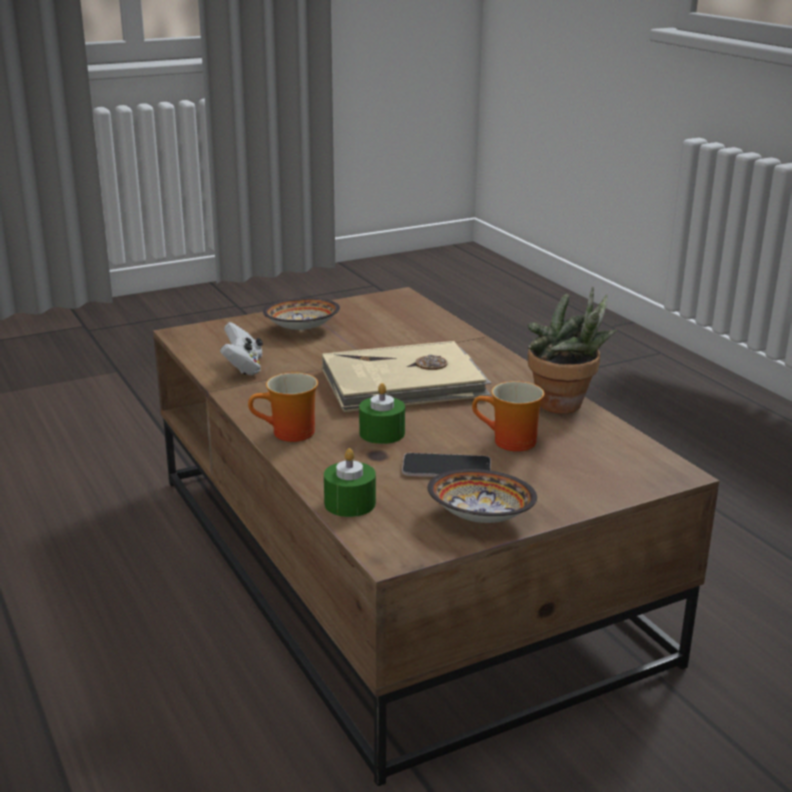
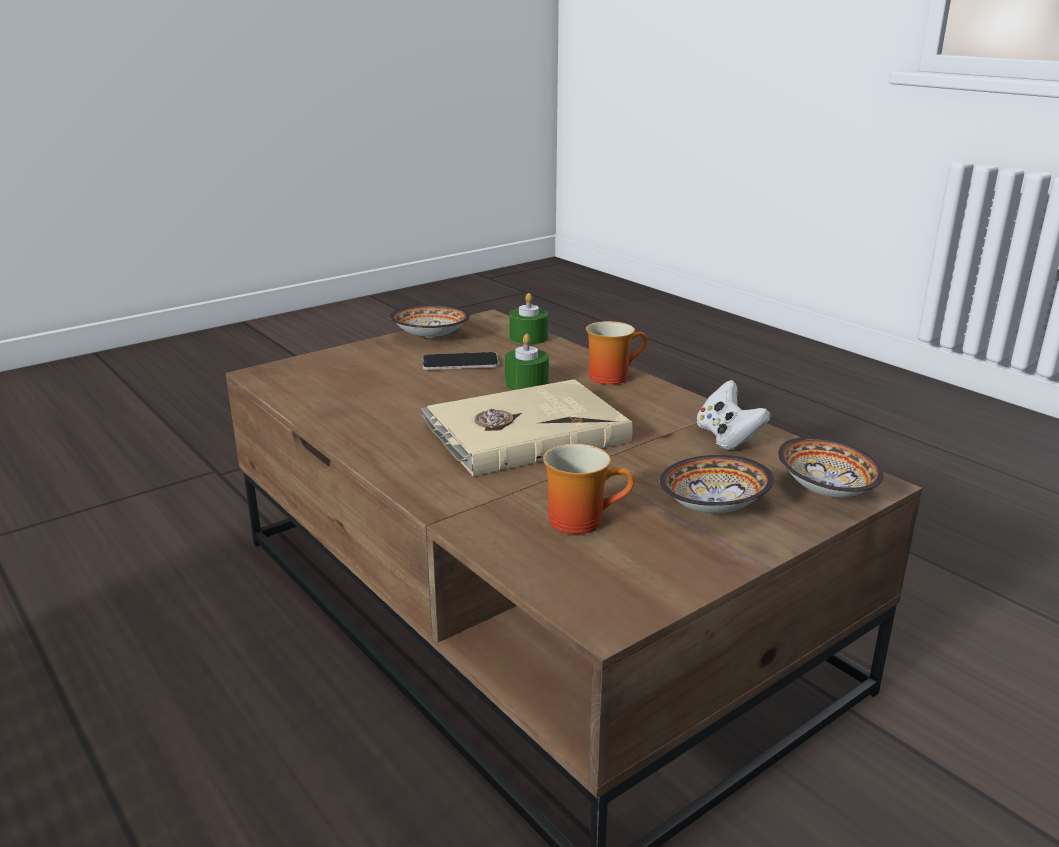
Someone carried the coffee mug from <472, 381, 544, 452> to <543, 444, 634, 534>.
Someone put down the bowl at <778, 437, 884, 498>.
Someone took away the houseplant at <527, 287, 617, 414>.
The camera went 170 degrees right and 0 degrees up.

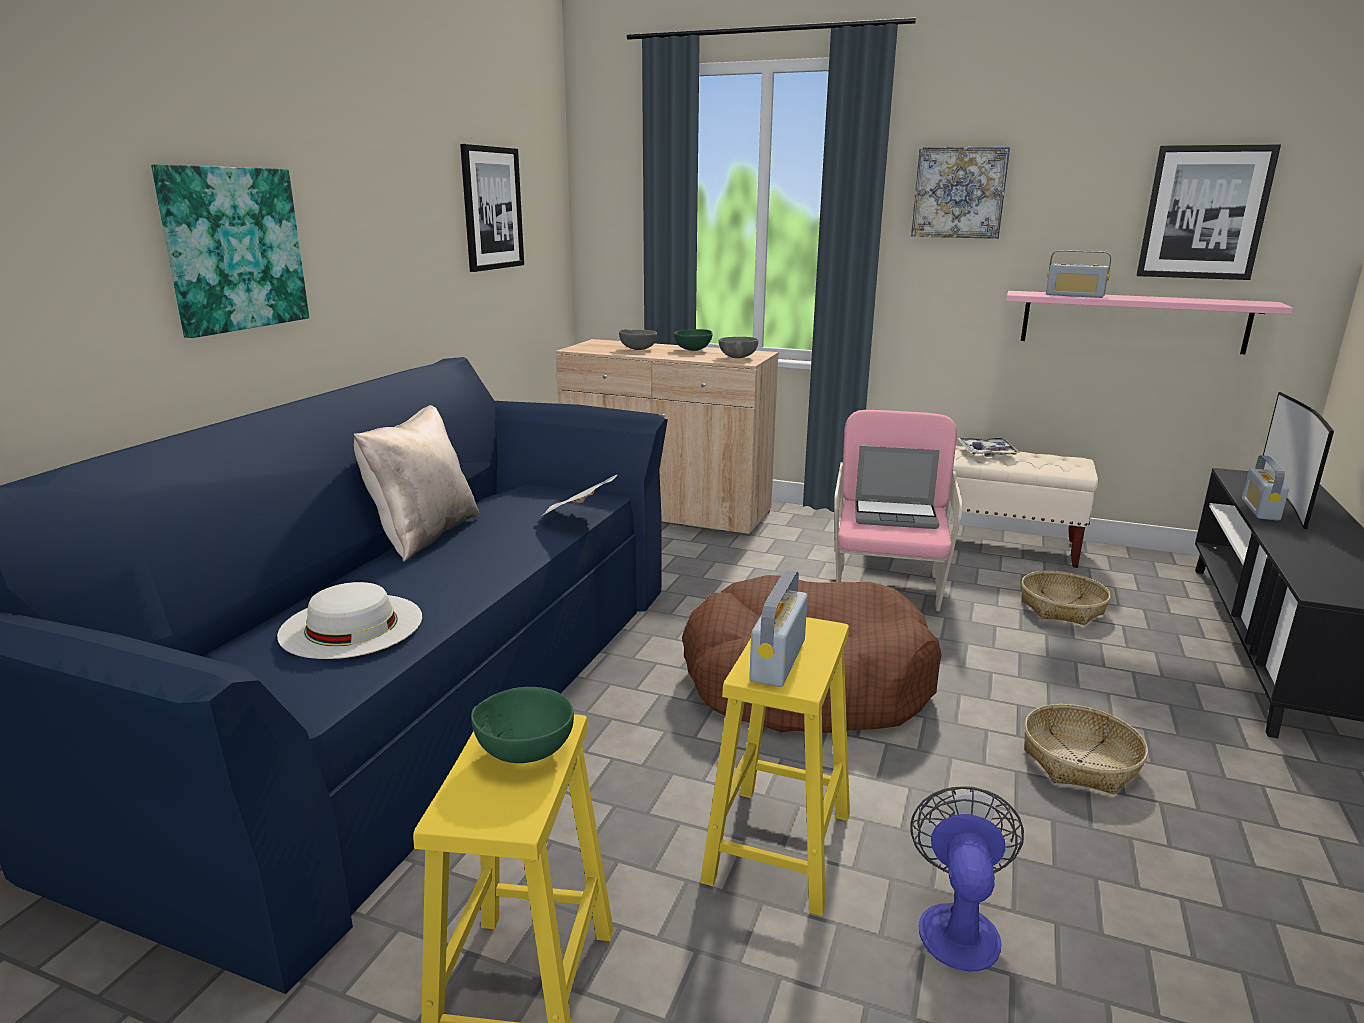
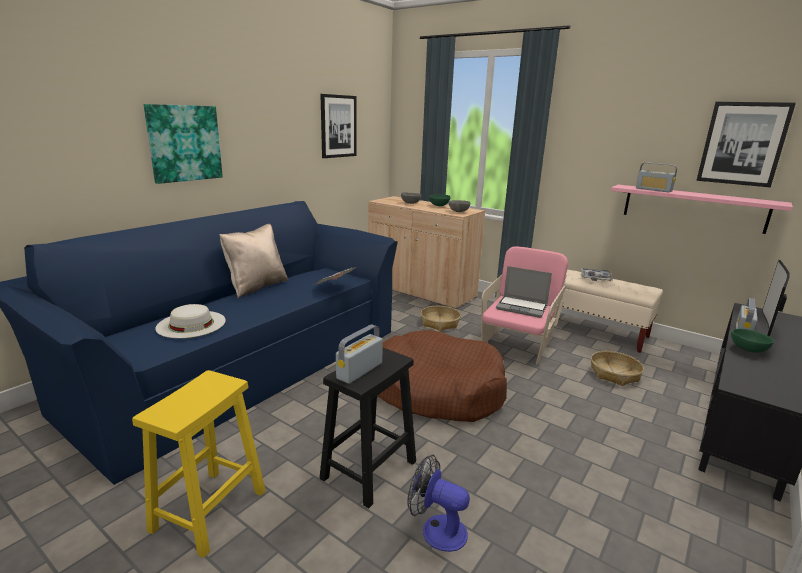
Someone repainted the stool seat (yellow) at <700, 617, 850, 916>, which became the stool seat (black-coloured) at <319, 348, 416, 508>.
Someone rotated the fan at <910, 786, 1024, 971> by 90 degrees counterclockwise.
Someone carried the storage basket from <1024, 704, 1148, 794> to <420, 306, 461, 331>.
Someone carried the bowl (green-coloured) from <471, 687, 574, 763> to <731, 329, 774, 352>.
Someone took away the wall art at <911, 146, 1010, 239>.
The camera went 15 degrees right and 0 degrees up.

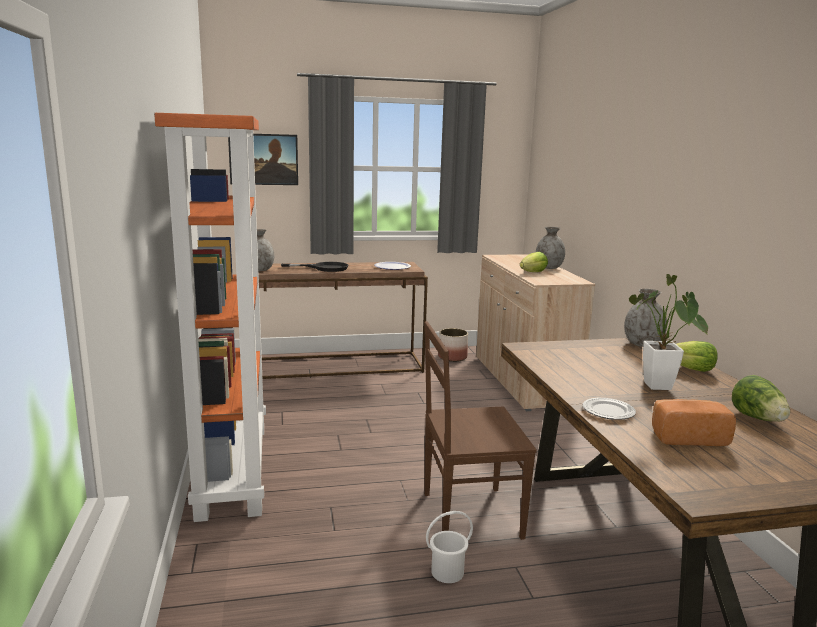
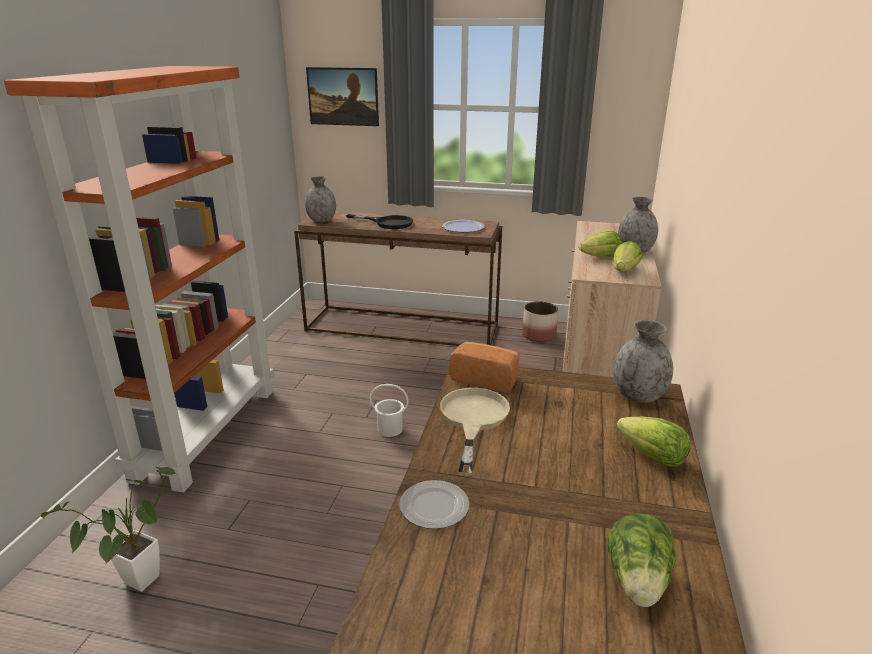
Someone carried the houseplant from <629, 274, 708, 390> to <41, 467, 176, 592>.
Someone carried the bucket (white-coloured) from <426, 511, 473, 583> to <370, 384, 408, 437>.
Someone put down the pan (beige-coloured) at <440, 388, 510, 476>.
Someone carried the bakery bread from <652, 399, 736, 446> to <449, 342, 520, 393>.
Someone put down the head of lettuce at <612, 241, 643, 272>.
Someone took away the plain chair (brownish) at <424, 321, 537, 540>.
The camera went 25 degrees right and 10 degrees up.

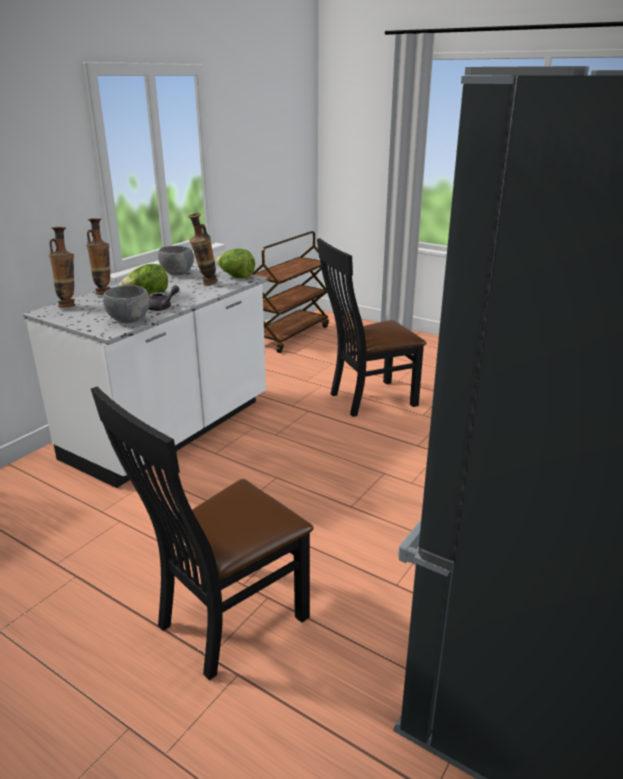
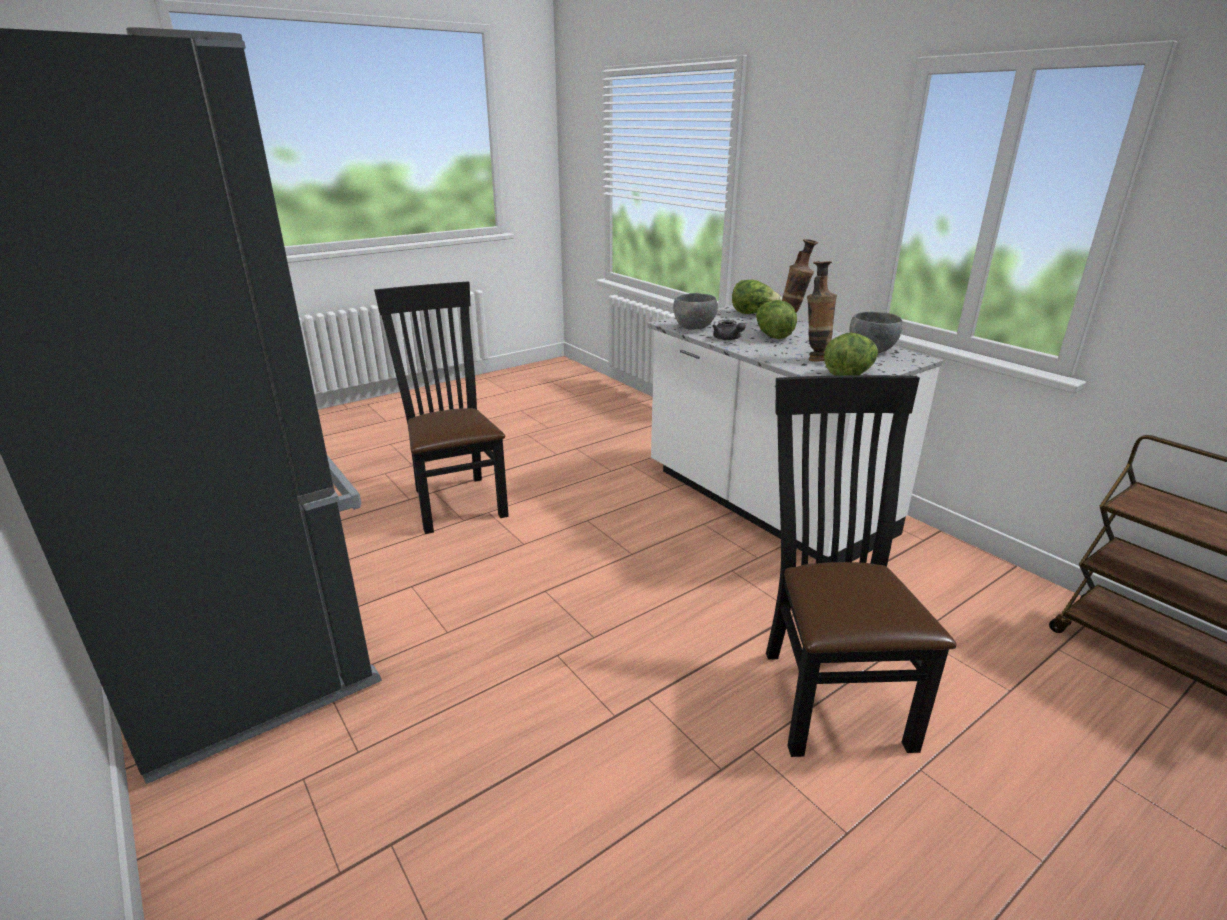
Someone swapped the vase at <49, 227, 76, 308> for the head of lettuce at <732, 280, 782, 314>.
The camera went 110 degrees right and 0 degrees up.

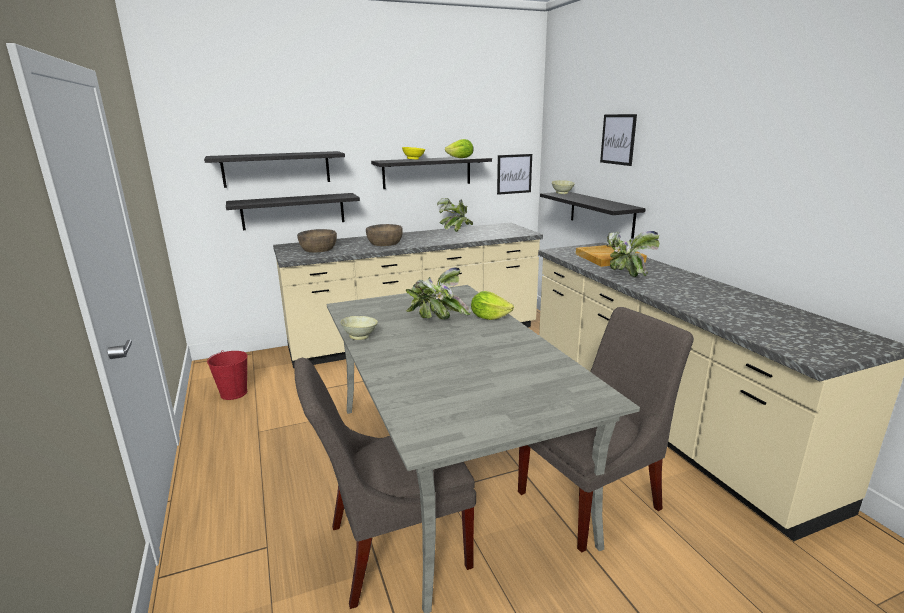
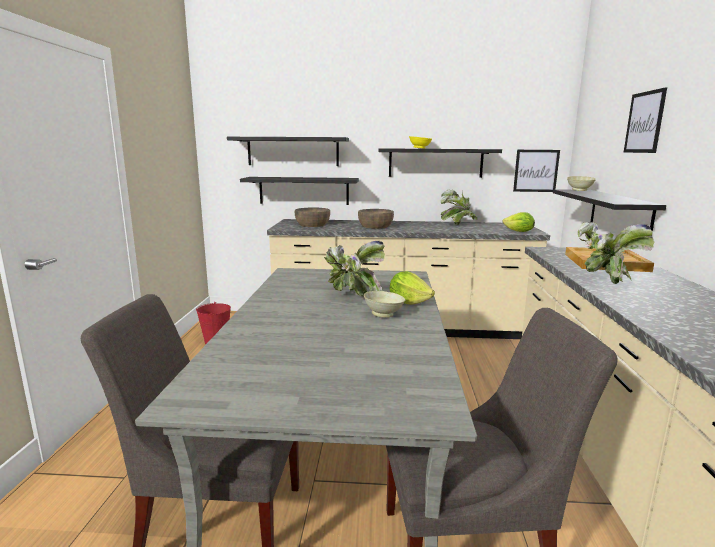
Someone carried the bowl (beige-coloured) from <341, 316, 378, 340> to <364, 291, 405, 318>.
Someone carried the head of lettuce from <445, 139, 474, 158> to <503, 212, 535, 232>.
The camera went 25 degrees right and 5 degrees down.

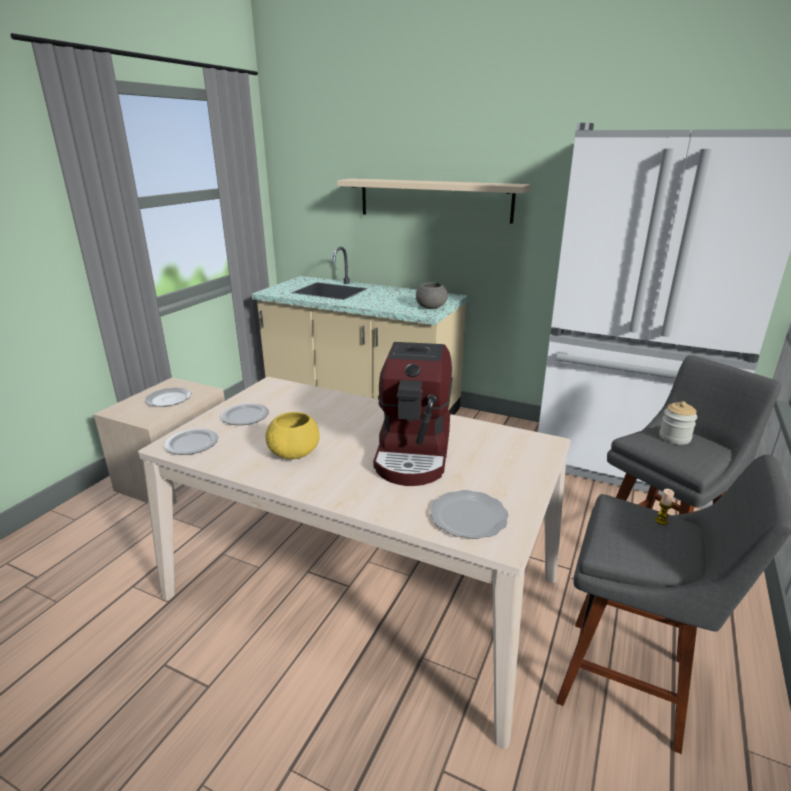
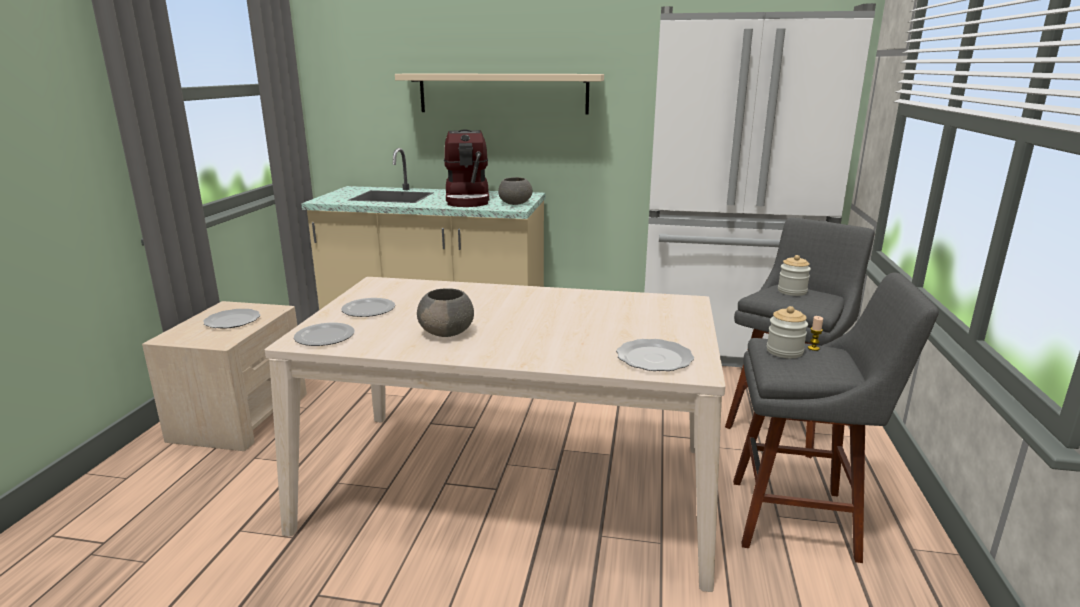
Someone repainted the bowl (yellow) at <266, 412, 320, 459>, which became the bowl (gray) at <417, 288, 474, 337>.
Someone carried the coffee maker from <373, 342, 453, 486> to <444, 129, 489, 207>.
Someone put down the storage jar at <767, 306, 808, 358>.
The camera went 15 degrees left and 5 degrees down.

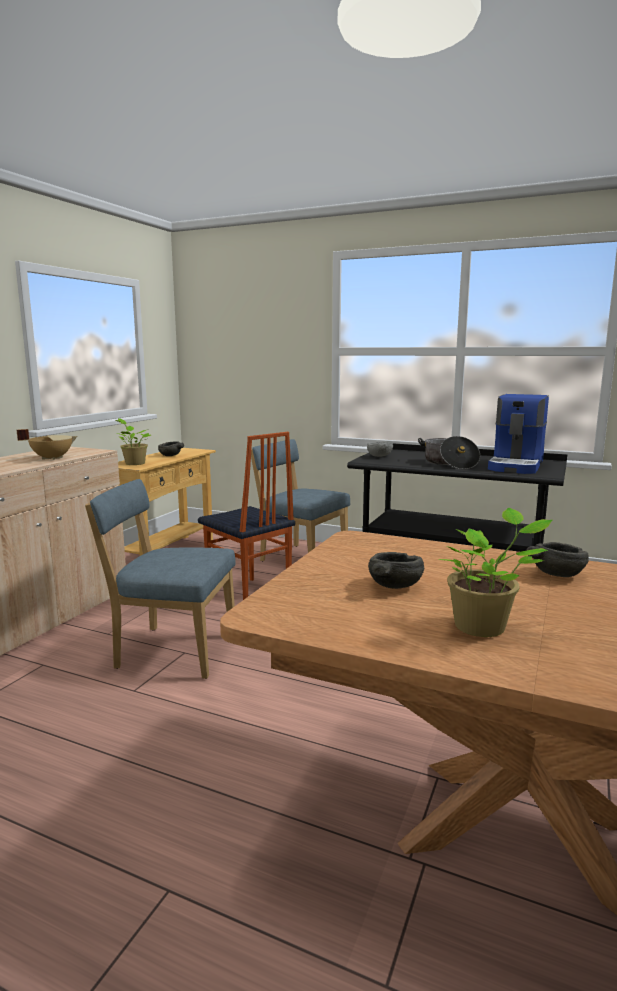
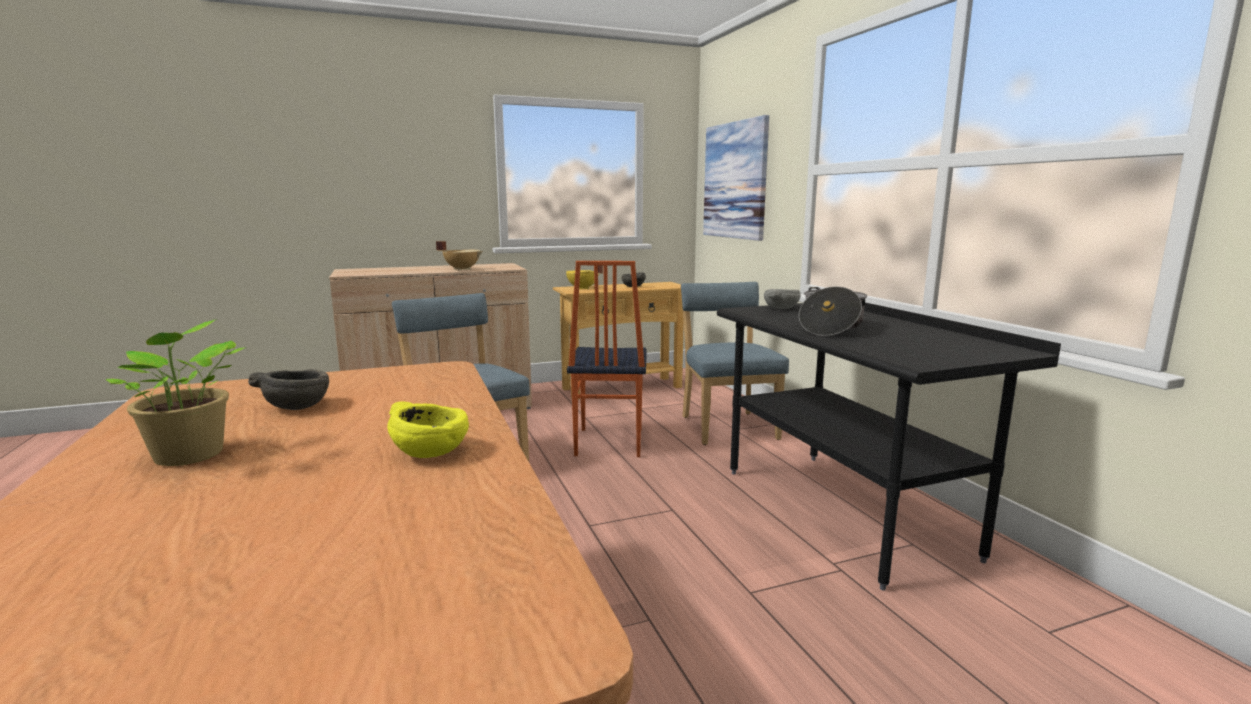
Someone repainted the bowl (gray) at <526, 542, 589, 577>, which became the bowl (yellow) at <387, 402, 469, 458>.
Someone swapped the houseplant at <115, 418, 151, 465> for the stockpot (yellow) at <566, 265, 603, 289>.
Someone put up the wall art at <703, 115, 769, 241>.
Someone took away the coffee maker at <488, 394, 549, 474>.
The camera went 45 degrees right and 0 degrees up.

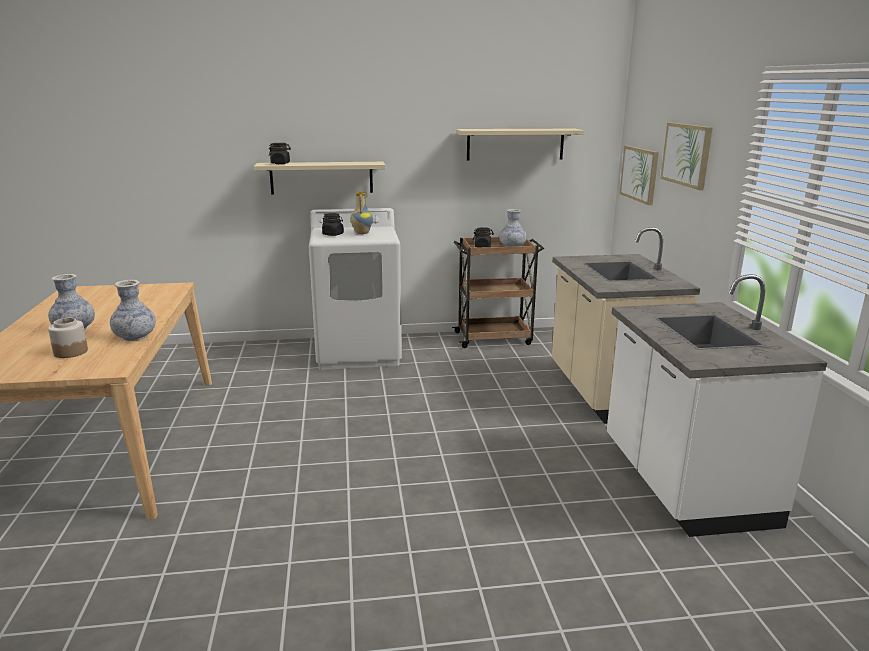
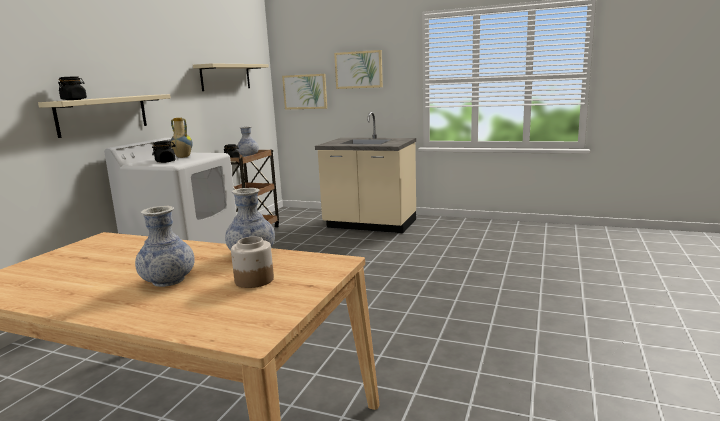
Someone took away the kitchen counter (white-coloured) at <607, 274, 827, 537>.
The camera went 60 degrees left and 5 degrees down.

